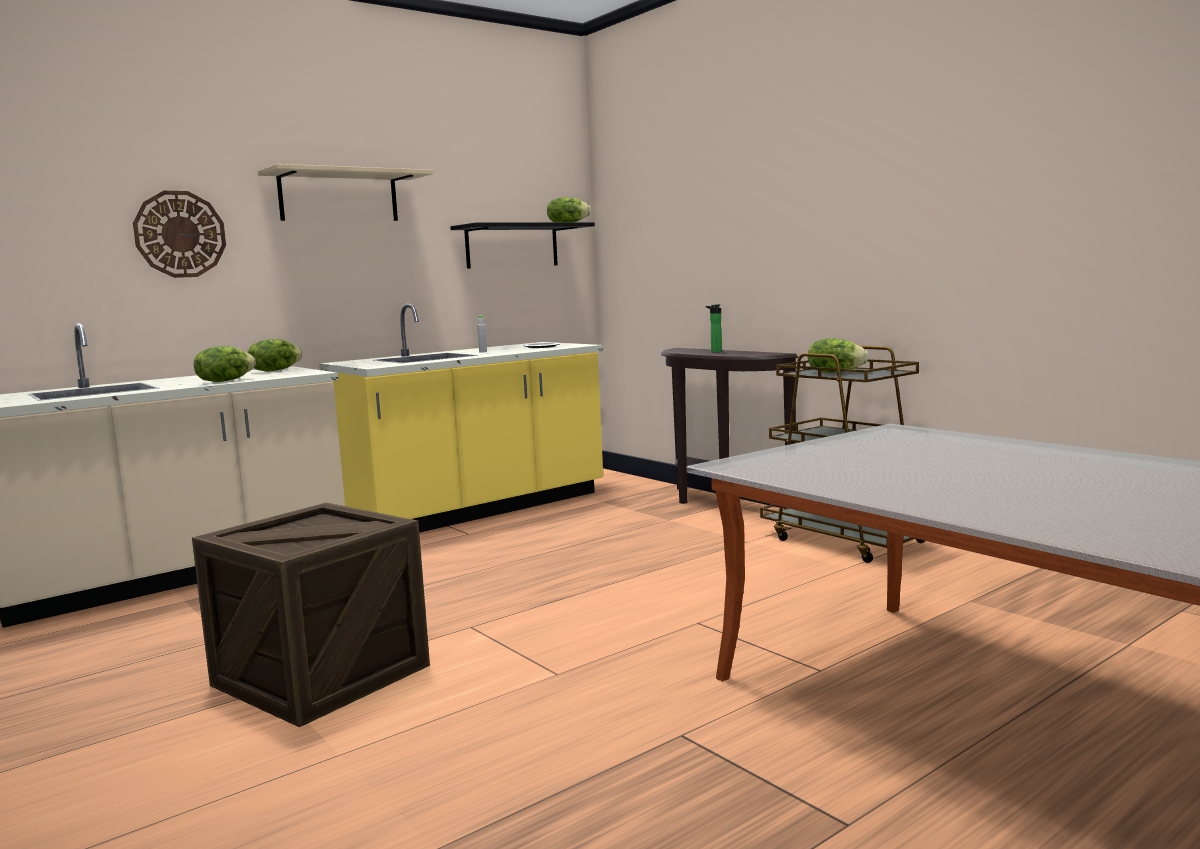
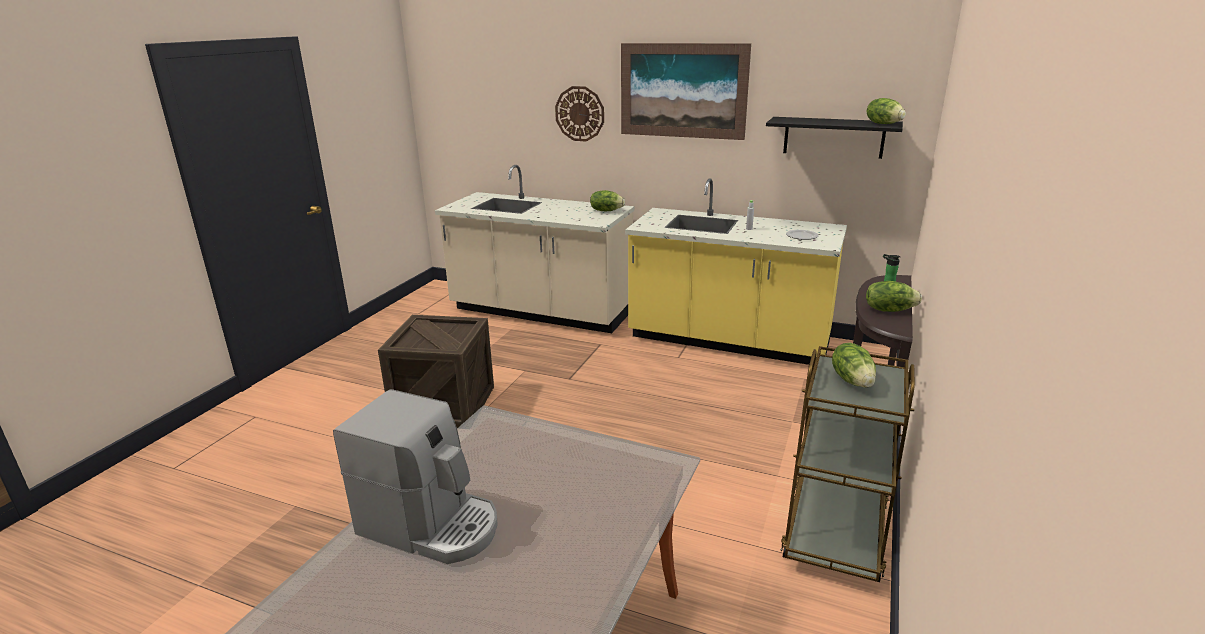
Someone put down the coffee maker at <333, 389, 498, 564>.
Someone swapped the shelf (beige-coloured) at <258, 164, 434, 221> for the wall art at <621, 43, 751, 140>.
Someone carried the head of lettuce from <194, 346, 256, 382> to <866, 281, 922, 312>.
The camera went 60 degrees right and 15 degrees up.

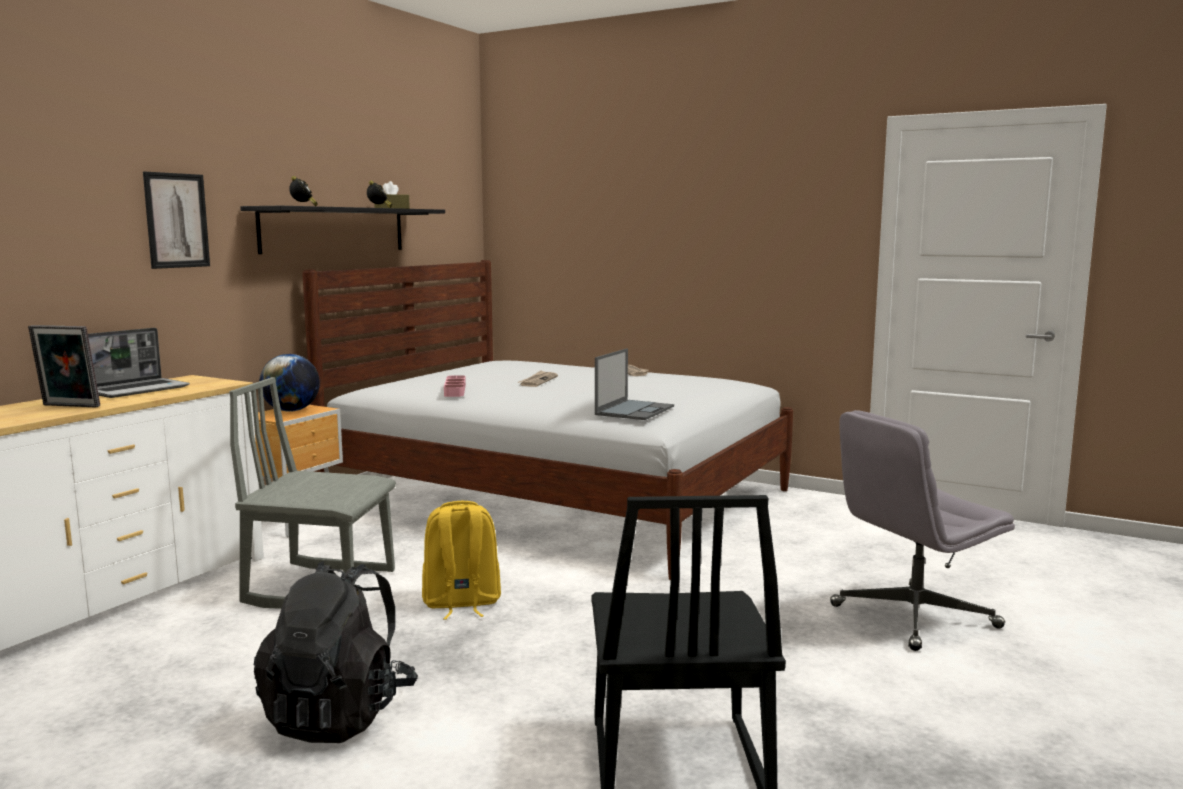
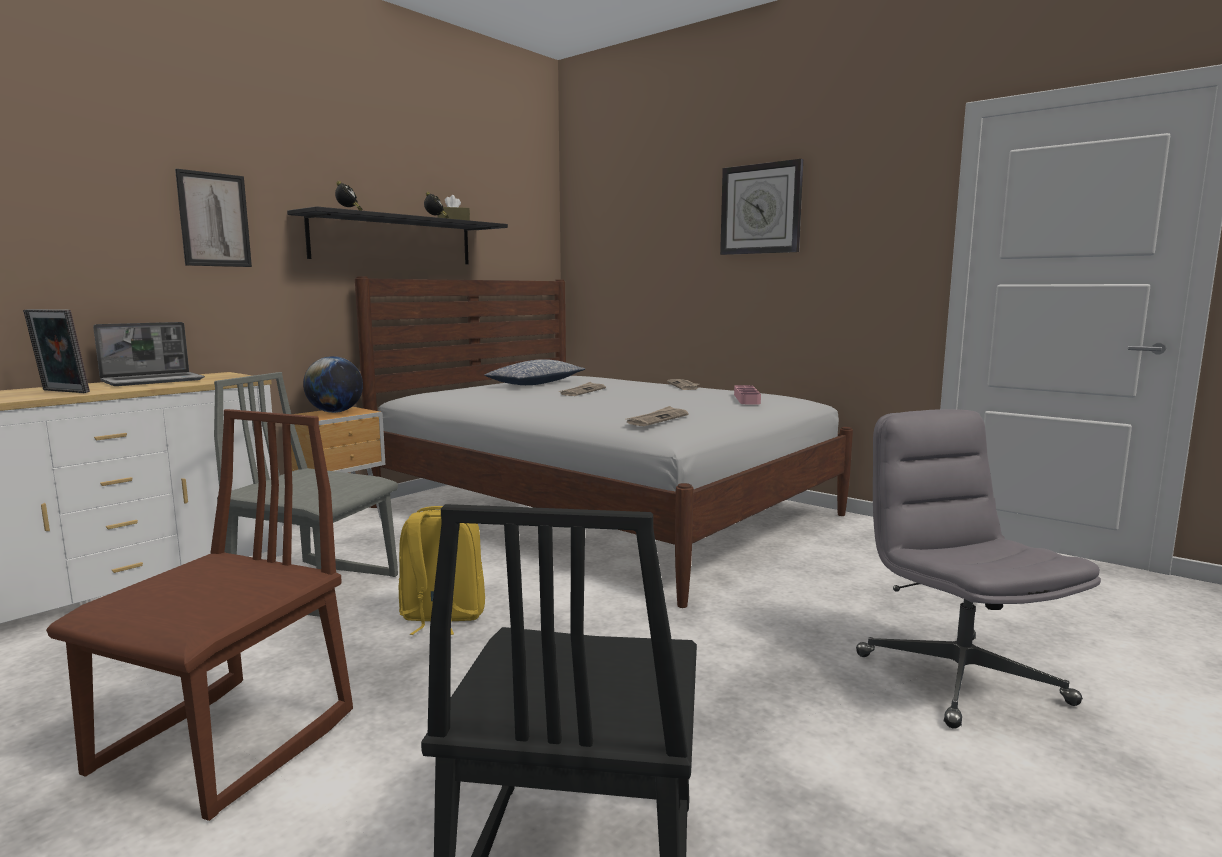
Someone swapped the backpack (black-coloured) at <254, 561, 418, 743> for the plain chair (brownish) at <46, 409, 353, 821>.
Someone put down the pillow at <484, 359, 585, 385>.
Someone swapped the laptop at <595, 348, 674, 420> for the newspaper at <625, 406, 689, 426>.
Someone put up the clock on the wall at <720, 159, 803, 255>.
Someone carried the carrying tray (pinkish) from <444, 375, 466, 397> to <734, 385, 761, 405>.
Someone rotated the office chair (gray) at <830, 410, 1015, 651> by 90 degrees clockwise.
The camera went 10 degrees right and 0 degrees up.

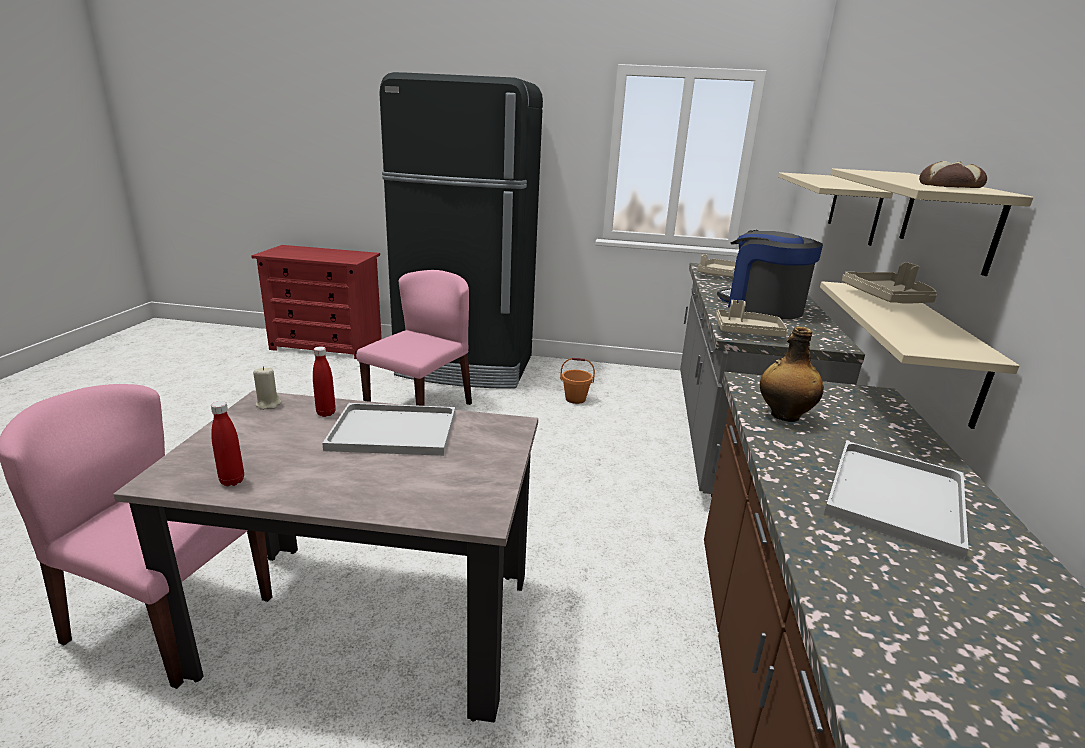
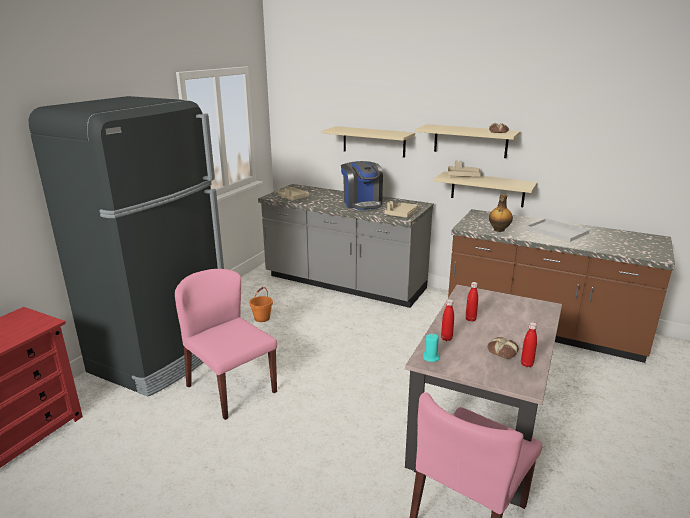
Someone rotated the coffee maker at <717, 230, 823, 319> by 90 degrees counterclockwise.
Someone repainted the wax light (beige-coloured) at <253, 366, 281, 410>, which became the wax light (blue-green) at <423, 334, 439, 362>.
Someone swapped the carrying tray (white-coloured) at <322, 403, 455, 456> for the bottle (reddish) at <465, 282, 478, 322>.
Someone put down the bakery bread at <487, 337, 519, 359>.
The camera went 70 degrees left and 0 degrees up.

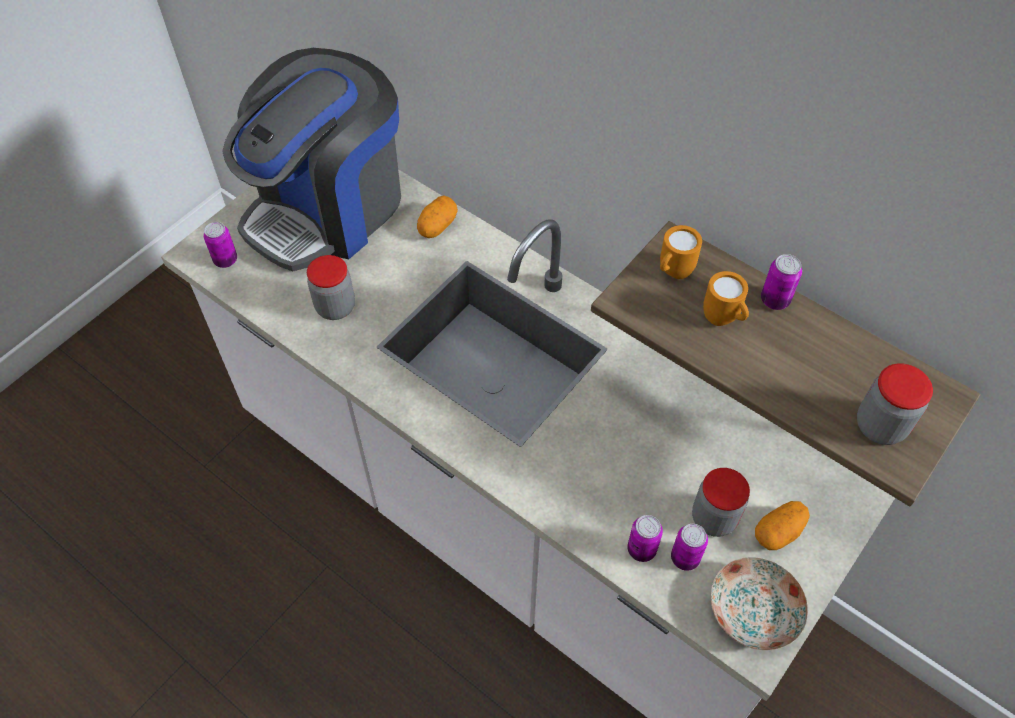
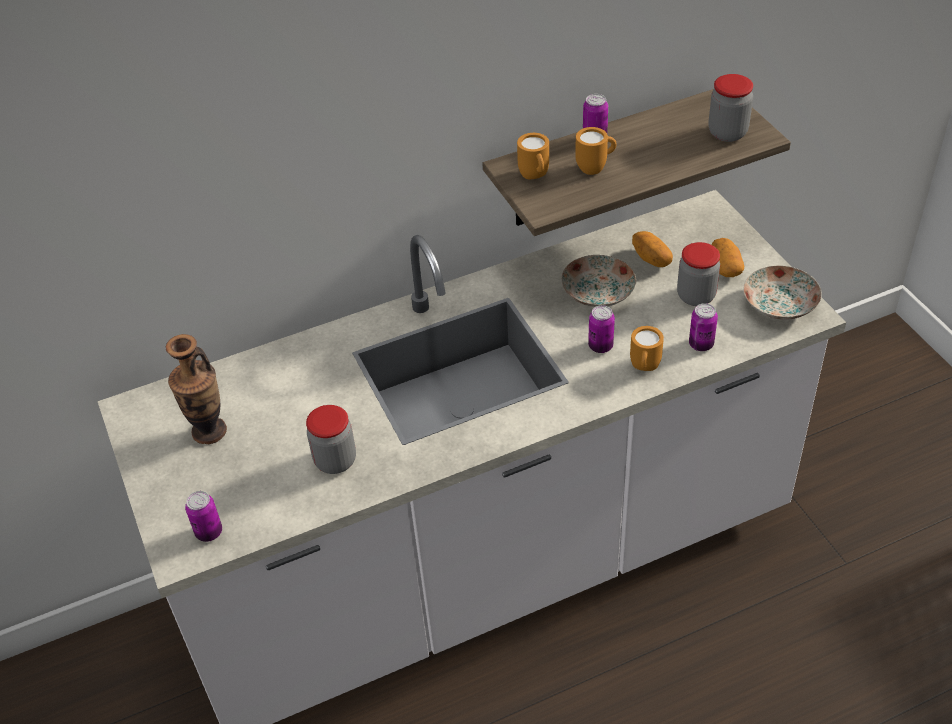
Someone swapped the coffee maker at <222, 48, 401, 271> for the vase at <166, 334, 227, 444>.
Someone put down the plate at <561, 255, 636, 307>.
Someone carried the metal can from <671, 524, 708, 571> to <588, 305, 615, 353>.
Someone put down the coffee mug (orange) at <630, 326, 664, 371>.
Someone carried the spud from <417, 195, 458, 238> to <632, 231, 673, 267>.
The camera went 60 degrees left and 10 degrees down.

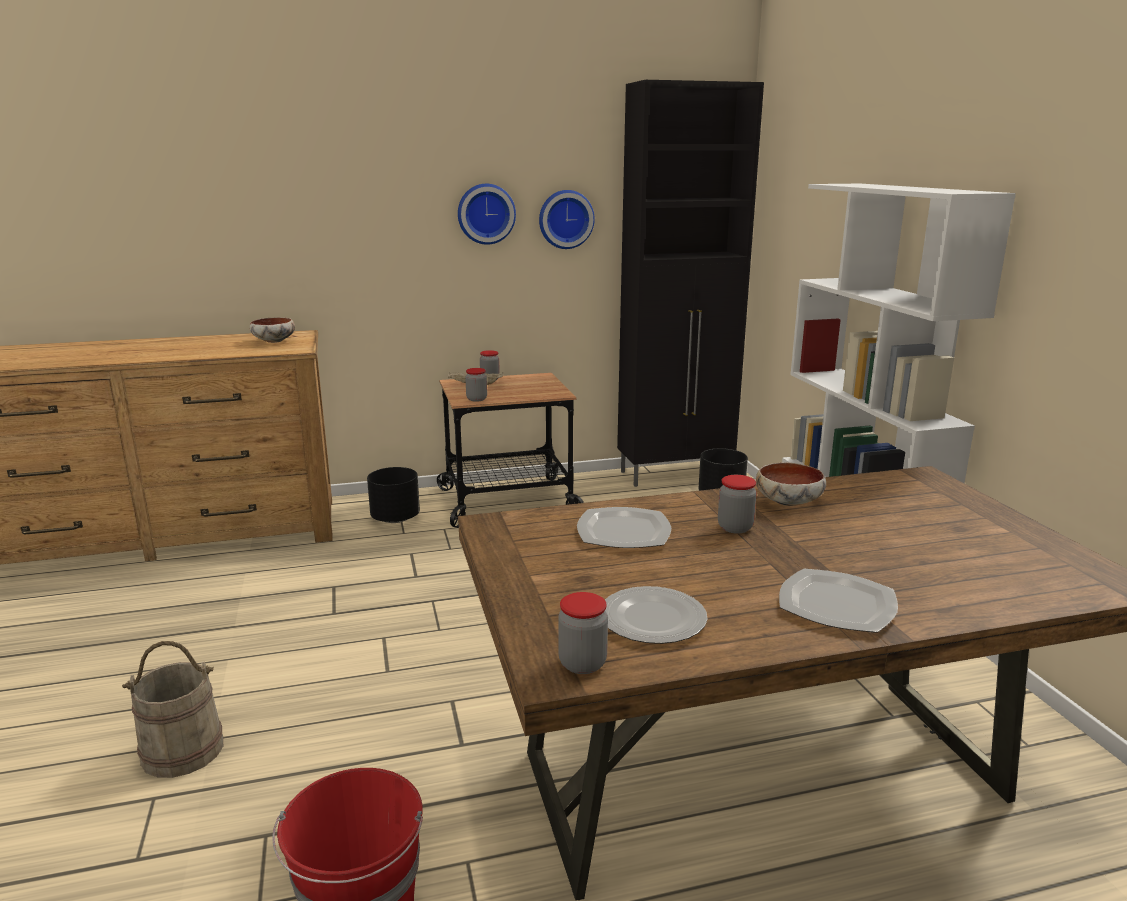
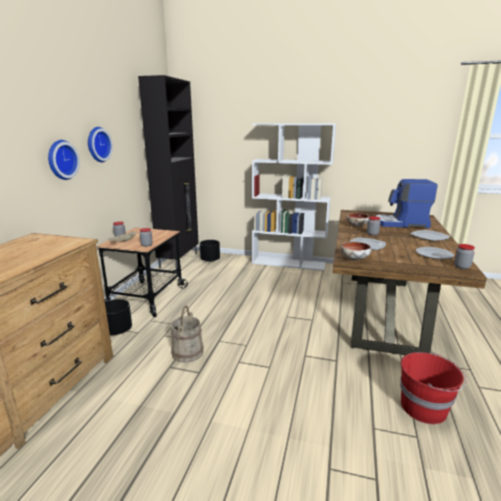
Someone carried the clock on the wall from <539, 190, 595, 249> to <48, 140, 80, 180>.
Someone carried the bucket (beige-coloured) from <122, 641, 223, 778> to <171, 305, 204, 363>.
Someone carried the bowl from <250, 317, 295, 343> to <340, 242, 371, 260>.
Someone put down the coffee maker at <376, 179, 438, 228>.
The camera went 60 degrees left and 0 degrees up.

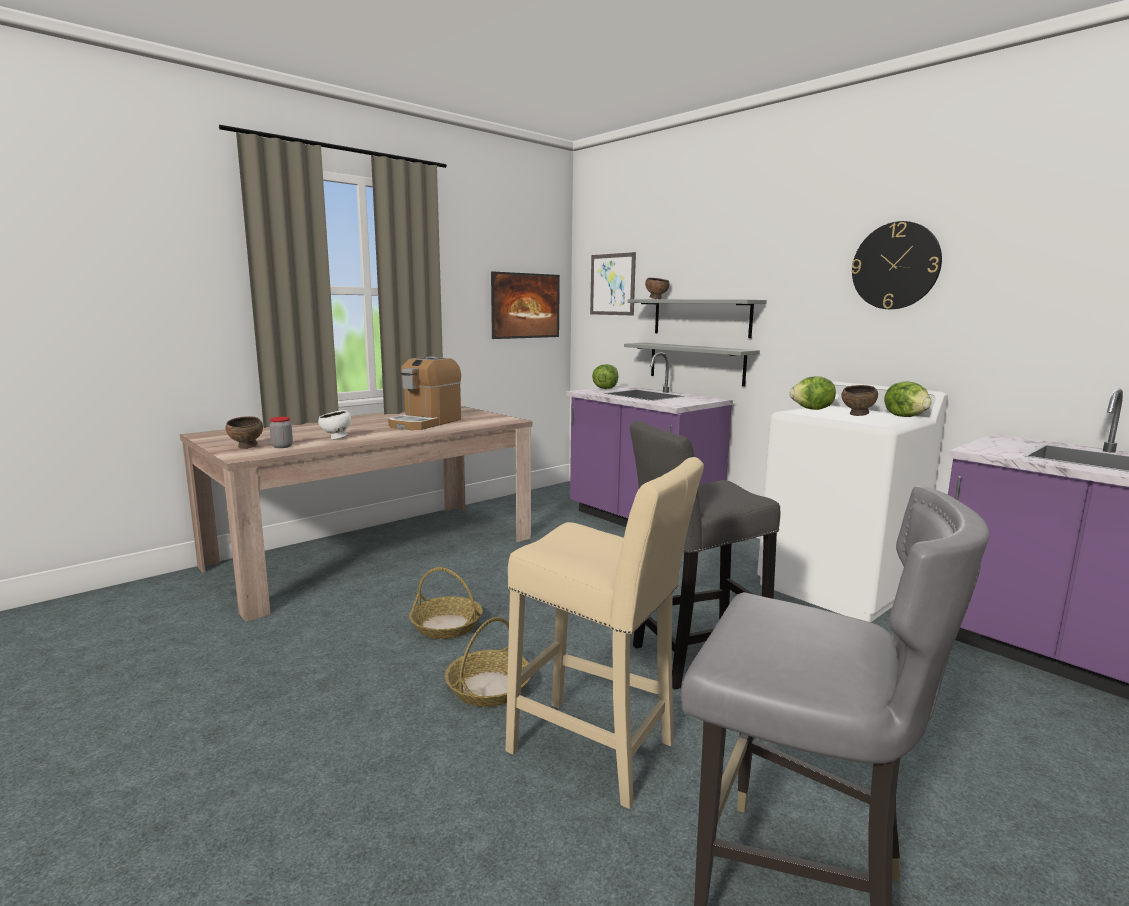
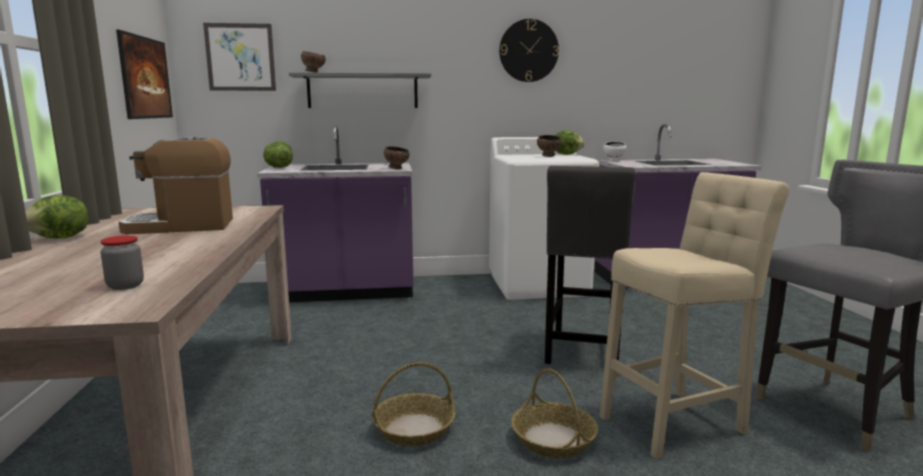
Someone carried the head of lettuce from <790, 376, 836, 410> to <25, 195, 88, 238>.
Someone rotated the coffee maker at <388, 356, 461, 430> by 105 degrees clockwise.
Someone carried the bowl (brownish) from <225, 416, 263, 449> to <384, 146, 410, 170>.
Someone carried the bowl (white-coloured) from <318, 410, 351, 439> to <603, 141, 626, 162>.
Someone took away the shelf (gray) at <624, 343, 760, 386>.
The camera went 55 degrees left and 0 degrees up.

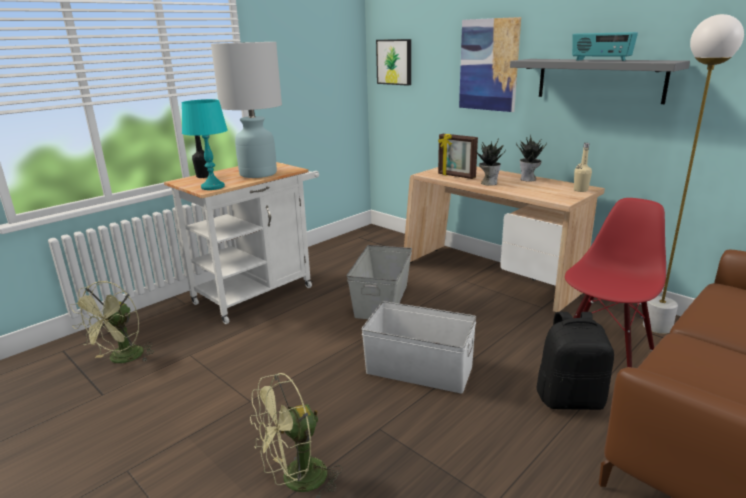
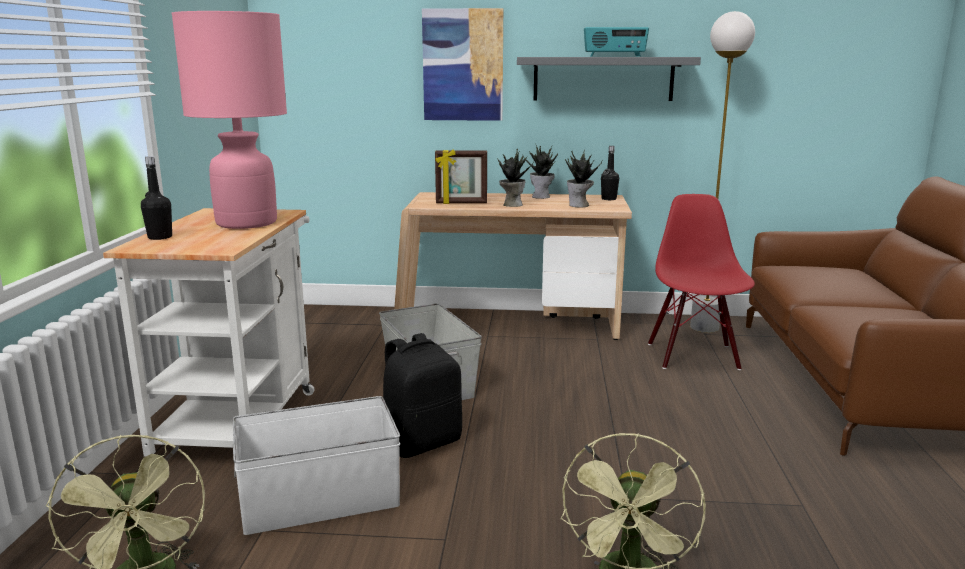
Someone repainted the lamp for a table (white-coloured) at <211, 42, 282, 178>, which became the lamp for a table (pinkish) at <172, 11, 287, 229>.
Someone carried the storage bin (white-coloured) from <361, 301, 477, 393> to <233, 396, 400, 535>.
Someone carried the backpack (black-coloured) from <537, 312, 614, 410> to <383, 333, 462, 458>.
Someone put down the houseplant at <565, 150, 602, 207>.
Someone repainted the bottle (beige-coloured) at <574, 143, 592, 192>, which became the bottle (black-coloured) at <601, 146, 619, 200>.
Someone took away the lamp for a table (blue-green) at <182, 99, 228, 190>.
Someone took away the wall art at <376, 39, 411, 86>.
The camera went 40 degrees left and 5 degrees down.

